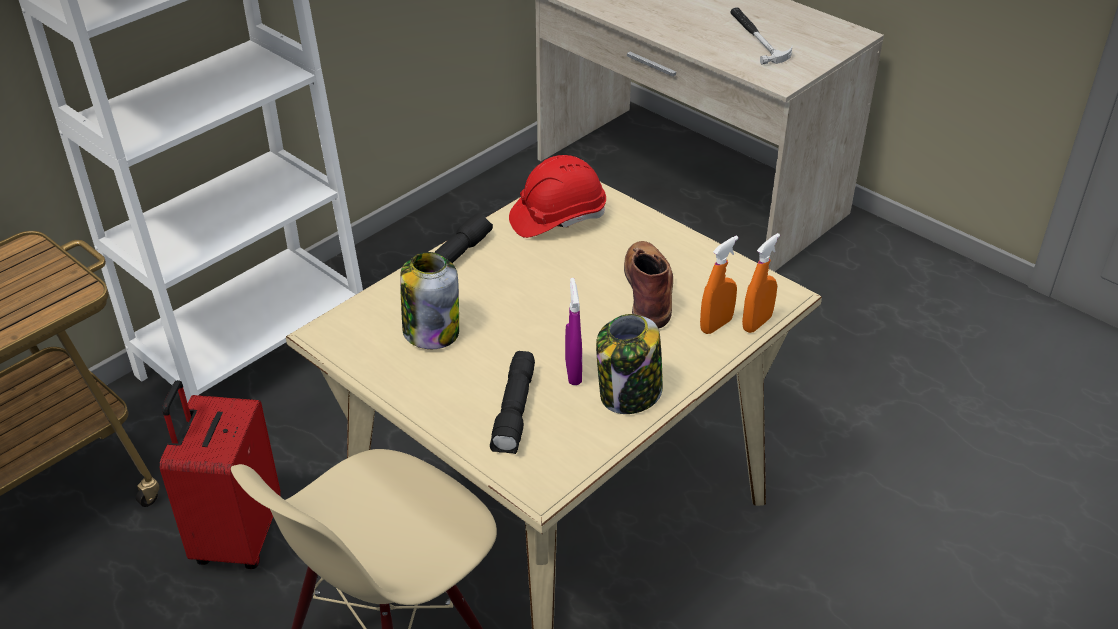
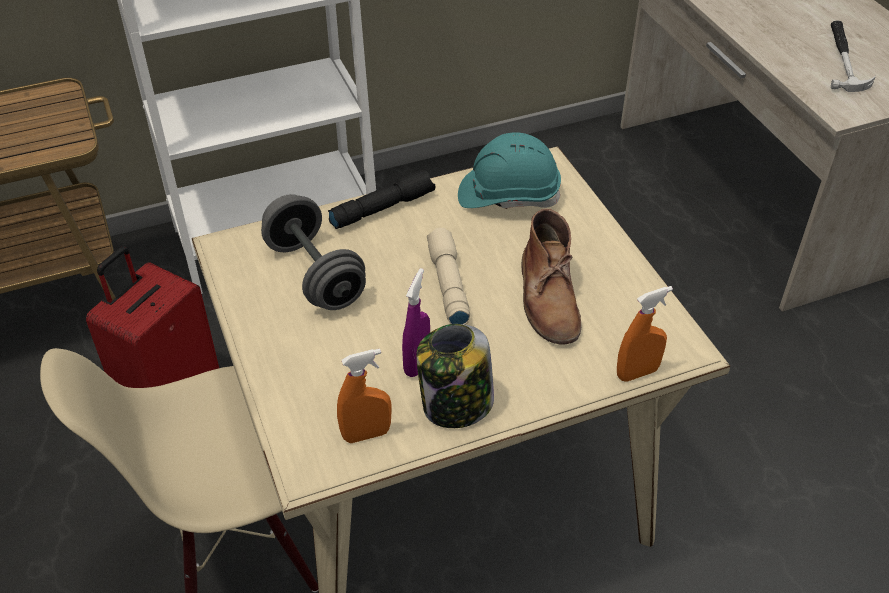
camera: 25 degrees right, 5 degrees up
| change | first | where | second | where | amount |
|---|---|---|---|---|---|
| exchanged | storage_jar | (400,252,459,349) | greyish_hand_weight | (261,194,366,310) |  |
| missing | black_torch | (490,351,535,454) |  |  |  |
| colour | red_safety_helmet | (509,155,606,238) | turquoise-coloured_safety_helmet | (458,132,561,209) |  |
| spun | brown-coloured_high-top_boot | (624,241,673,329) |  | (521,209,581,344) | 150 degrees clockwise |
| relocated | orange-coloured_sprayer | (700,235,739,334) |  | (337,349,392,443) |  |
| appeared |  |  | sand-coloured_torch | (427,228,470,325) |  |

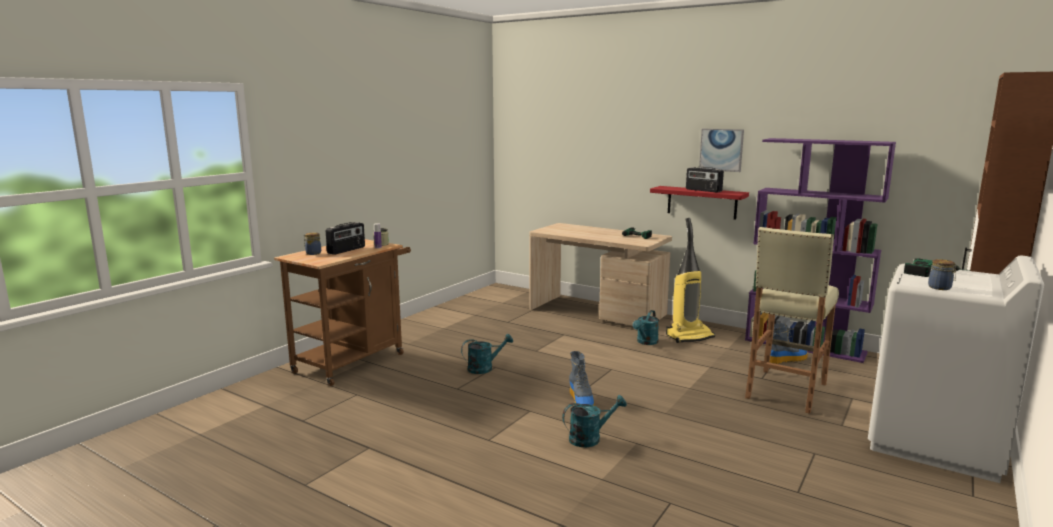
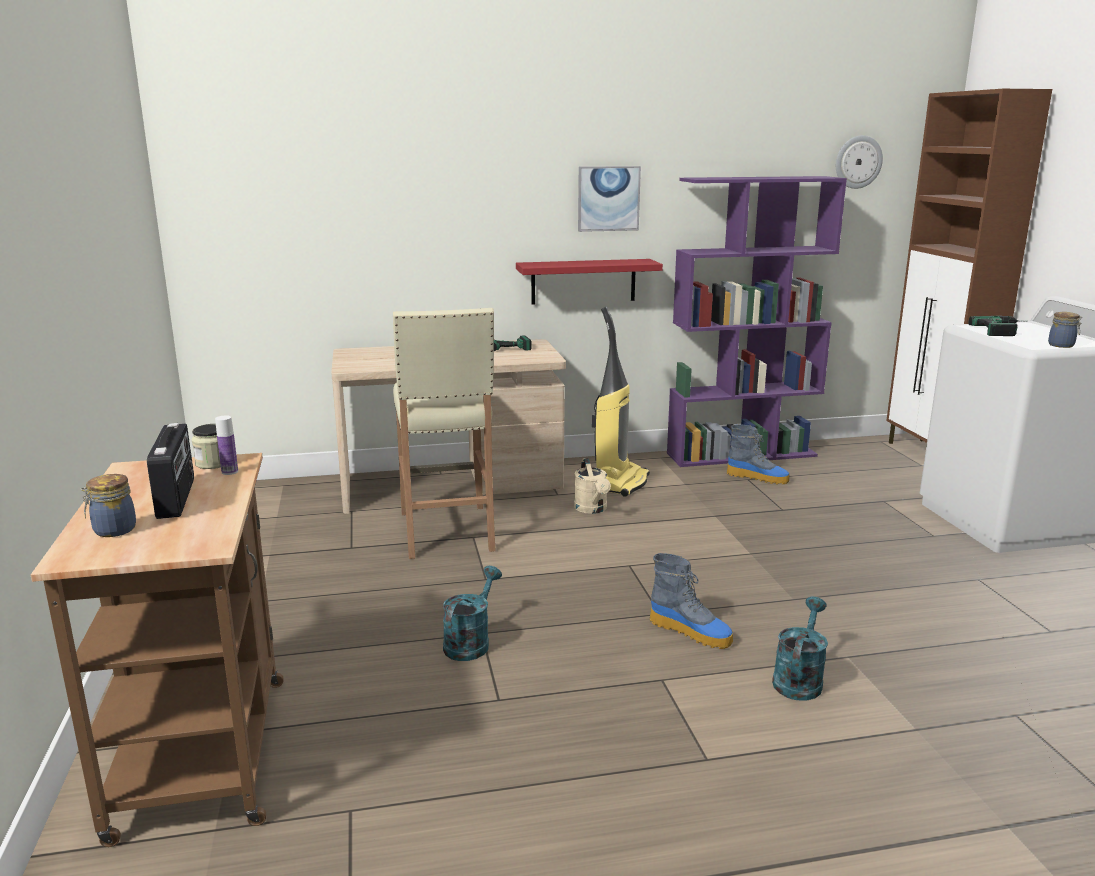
camera: 45 degrees left, 5 degrees up
| change | first | where | second | where | amount |
|---|---|---|---|---|---|
| colour | turquoise-coloured_watering_pot | (633,310,659,345) | sand-coloured_watering_pot | (574,458,611,514) |  |
| missing | radio | (686,167,724,193) |  |  |  |
| relocated | sand-coloured_stool_seat | (745,227,839,414) |  | (393,308,496,559) |  |
| spun | high-top_boot | (770,323,808,364) |  | (727,425,790,484) | 90 degrees clockwise |
| appeared |  |  | clock_on_the_wall | (836,135,883,189) |  |

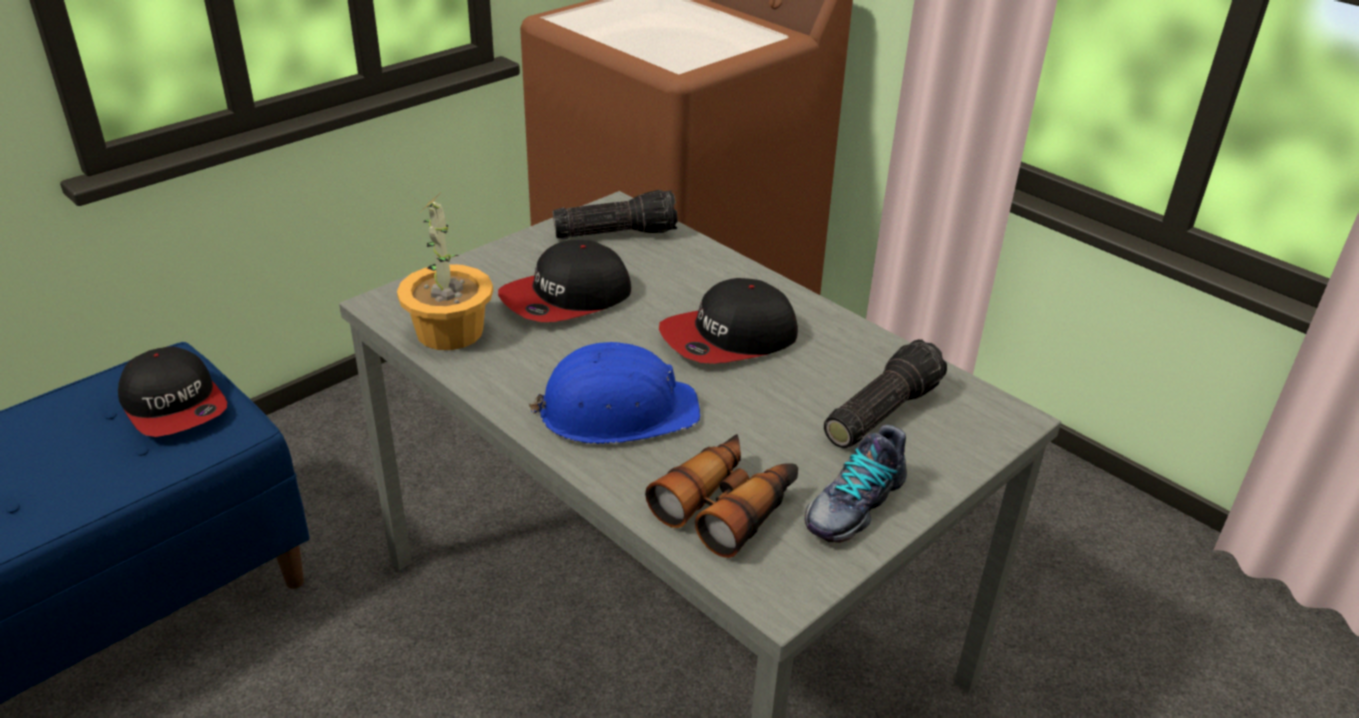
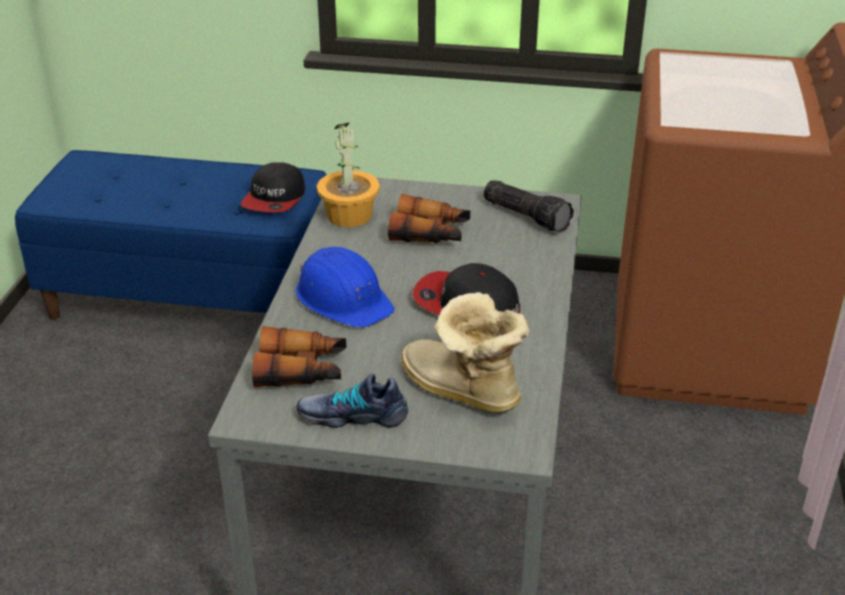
camera: 55 degrees right, 0 degrees up
| change | first | where | second | where | amount |
|---|---|---|---|---|---|
| exchanged | peaked_cap | (498,240,631,322) | binoculars | (388,194,470,243) |  |
| exchanged | torch | (824,339,947,448) | high-top_boot | (401,292,530,414) |  |

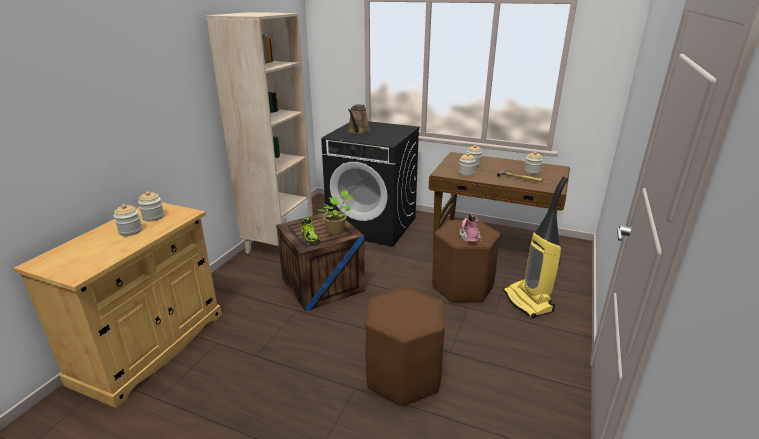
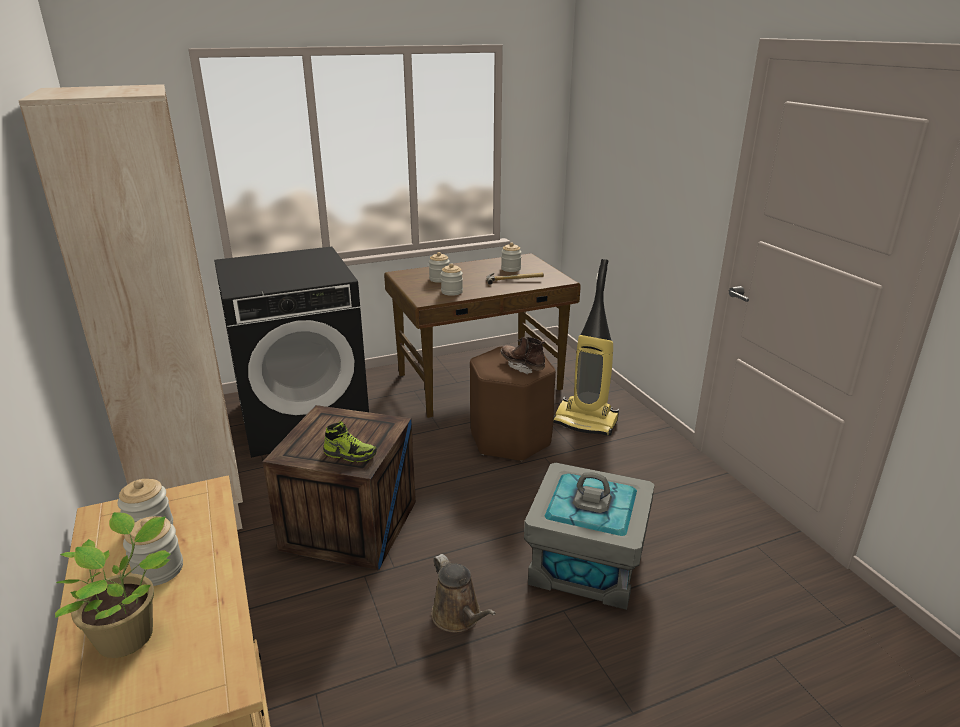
camera: 45 degrees left, 0 degrees up
| change | first | where | second | where | amount |
|---|---|---|---|---|---|
| relocated | potted_plant | (320,190,354,235) |  | (55,512,171,658) |  |
| relocated | brown-coloured_watering_pot | (348,104,370,134) |  | (431,554,496,633) |  |
| exchanged | brown-coloured_stool_seat | (365,287,445,406) | greyish_storage_box | (524,463,655,610) |  |
| colour | pink-coloured_high-top_boot | (460,213,482,242) | brown-coloured_high-top_boot | (500,336,545,374) |  |

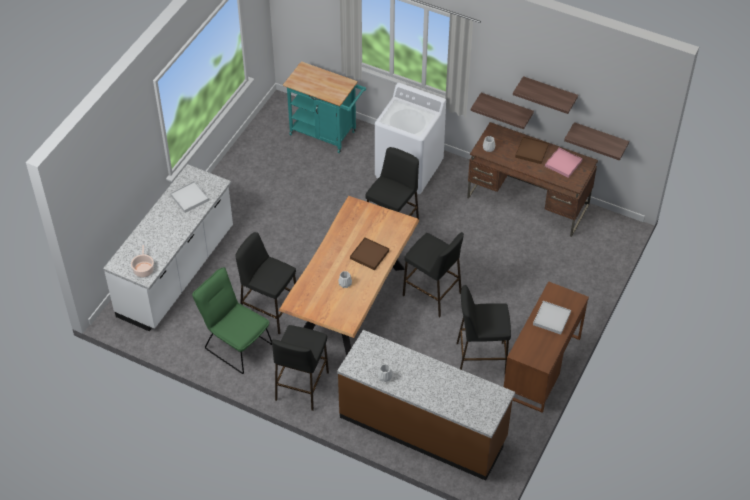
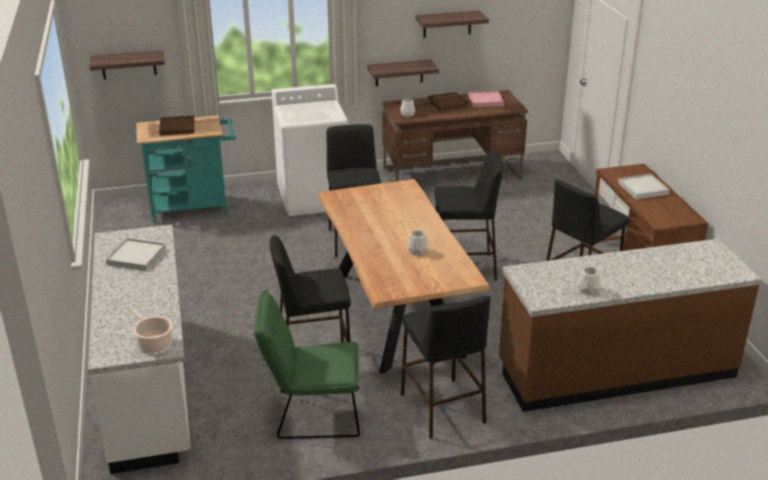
camera: 40 degrees left, 20 degrees down
| change | first | where | second | where | amount |
|---|---|---|---|---|---|
| relocated | brown-coloured_carrying_tray | (350,238,389,270) |  | (159,116,194,136) |  |
| relocated | bracket_shelf | (564,122,629,161) |  | (89,50,165,79) |  |

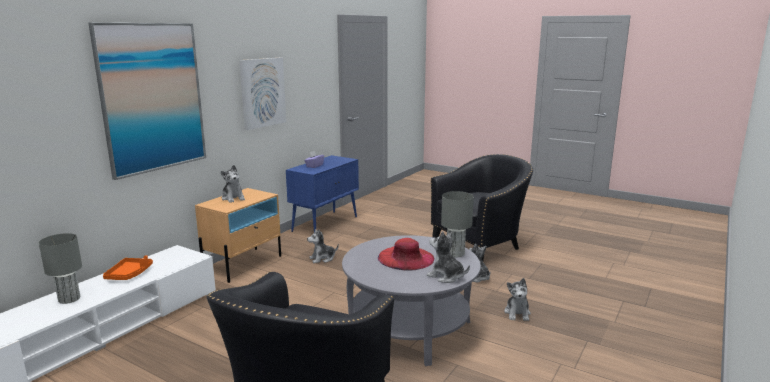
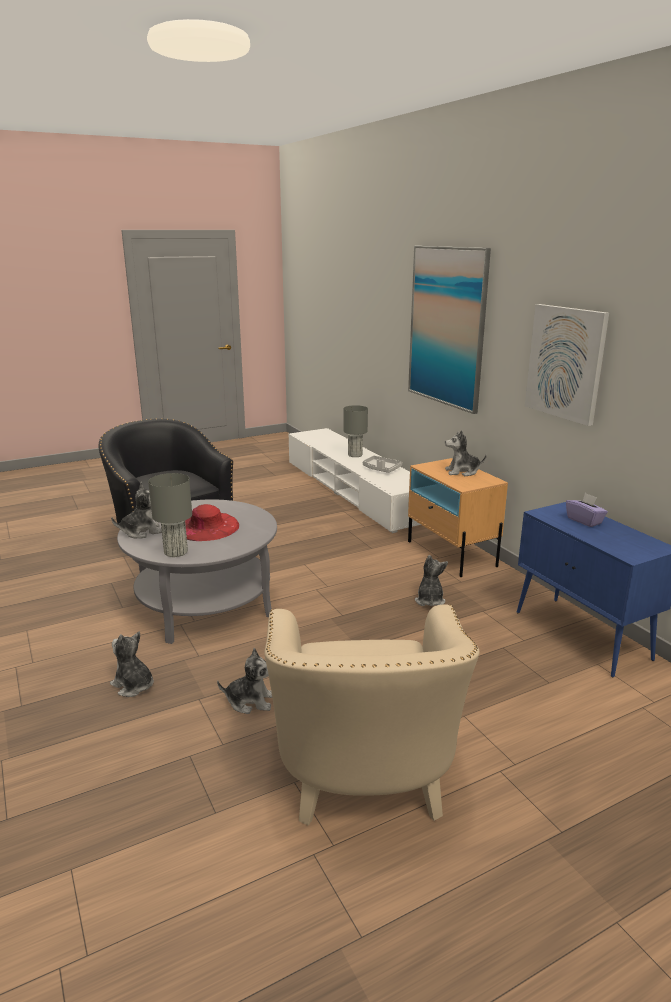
camera: 120 degrees right, 5 degrees up
| change | first | where | second | where | amount |
|---|---|---|---|---|---|
| colour | orange-coloured_carrying_tray | (103,255,153,280) | greyish_carrying_tray | (363,456,402,473) |  |
| colour | black_lounge_chair | (431,154,533,261) | sand-coloured_lounge_chair | (264,604,480,825) |  |

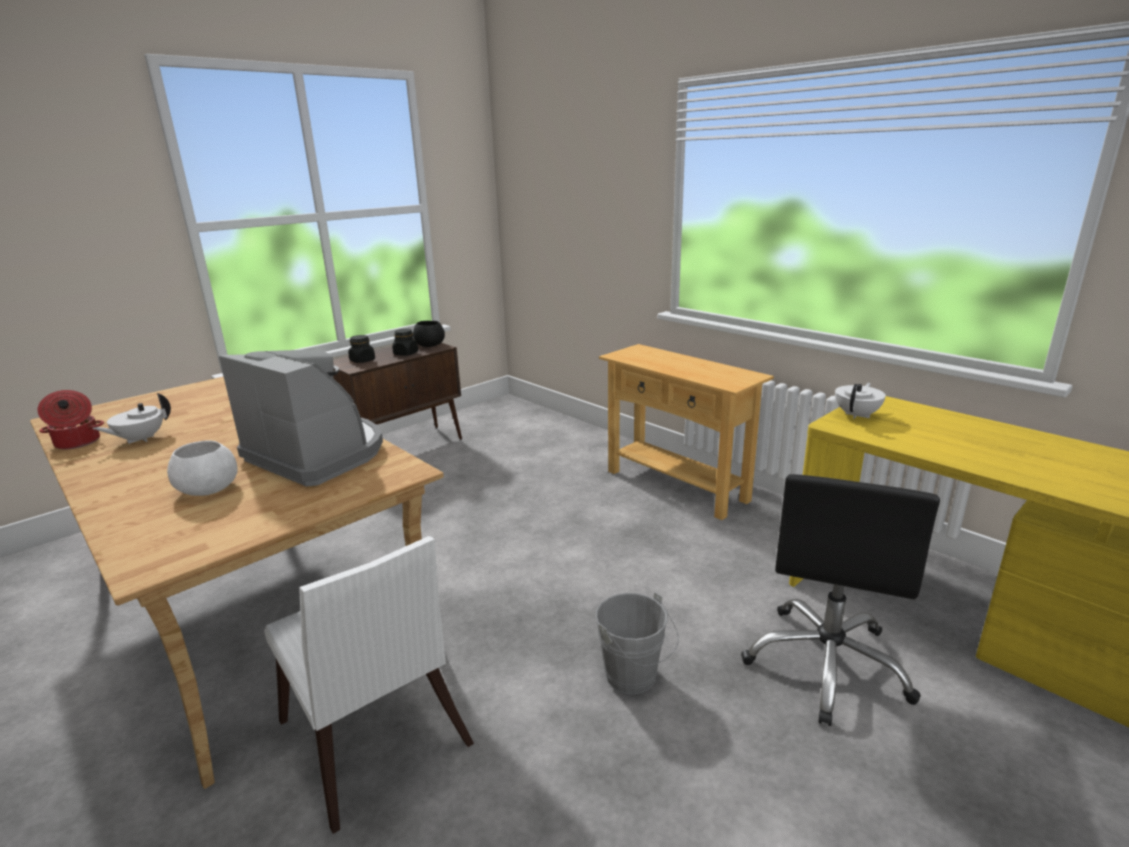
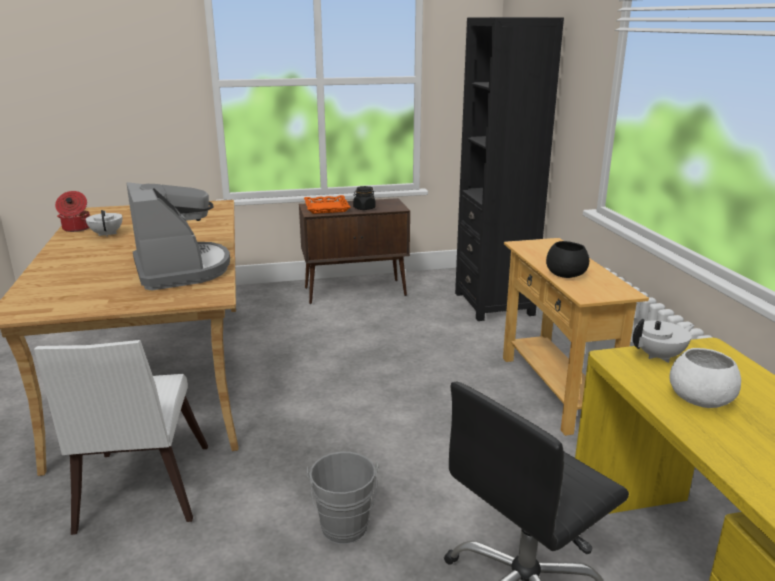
camera: 30 degrees right, 0 degrees up
| change | first | where | second | where | amount |
|---|---|---|---|---|---|
| spun | white-coloured_tea_pot | (92,393,171,444) |  | (86,210,122,236) | 90 degrees clockwise |
| relocated | white-coloured_bowl | (167,440,238,496) |  | (670,348,741,408) |  |
| exchanged | black_storage_jar | (348,335,375,363) | orange-coloured_carrying_tray | (304,195,350,214) |  |
| relocated | black_bowl | (413,321,445,347) |  | (546,241,589,278) |  |
| appeared |  |  | black_bookshelf | (455,17,564,321) |  |

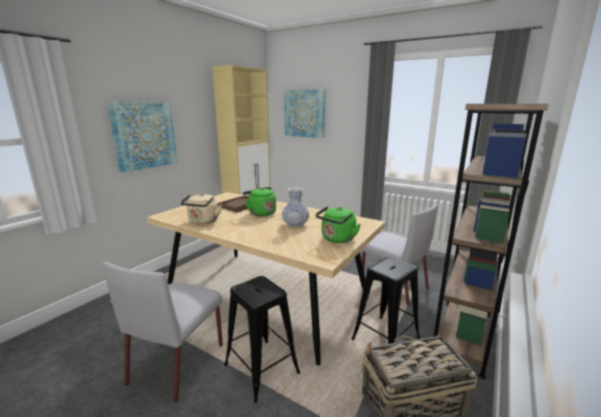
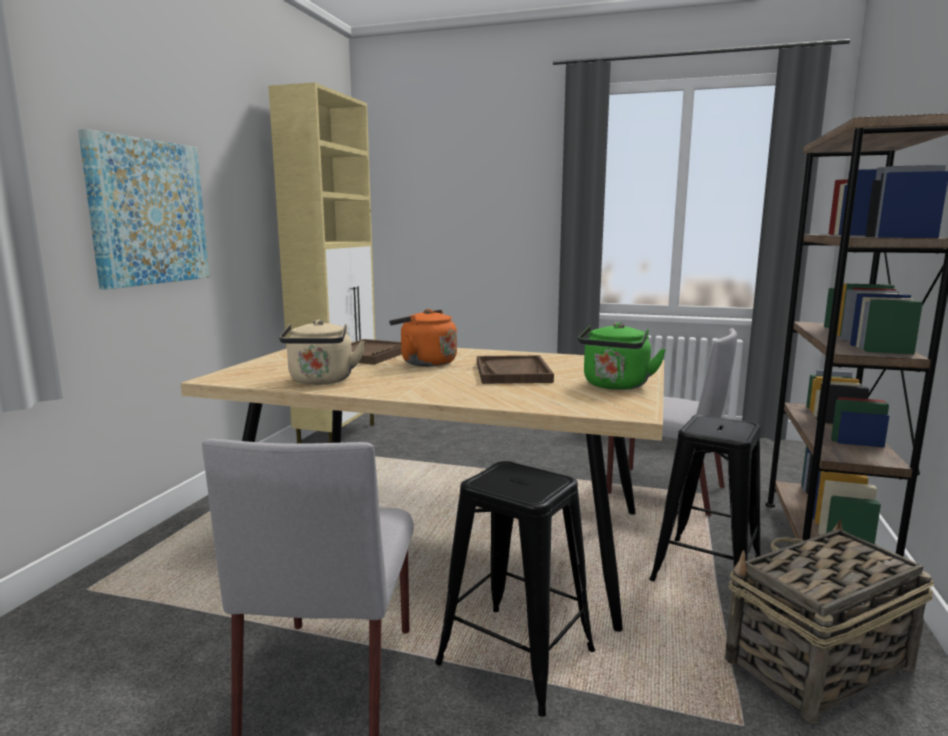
camera: 15 degrees left, 5 degrees down
| change | first | where | second | where | amount |
|---|---|---|---|---|---|
| colour | green_water_kettle | (243,187,276,216) | orange-coloured_water_kettle | (389,309,457,367) |  |
| exchanged | flower_vase | (282,187,309,227) | brown-coloured_carrying_tray | (477,355,554,384) |  |
| missing | wall_picture | (284,89,325,138) |  |  |  |

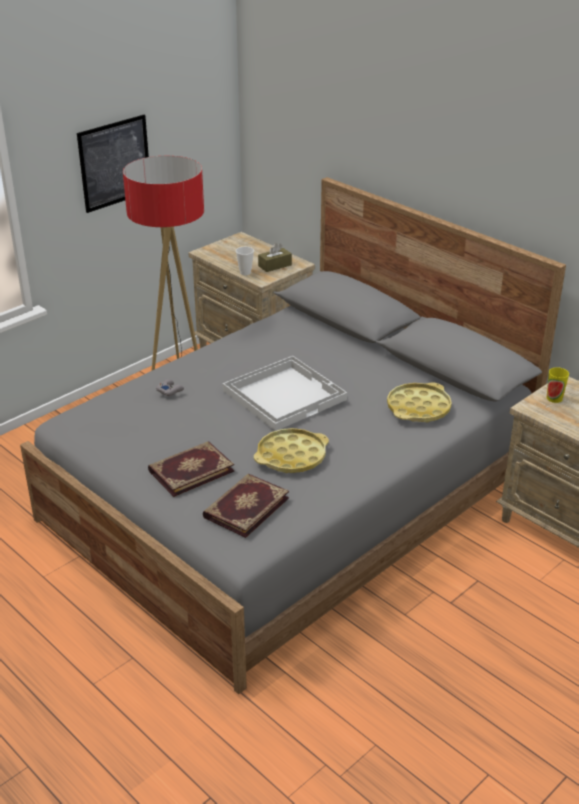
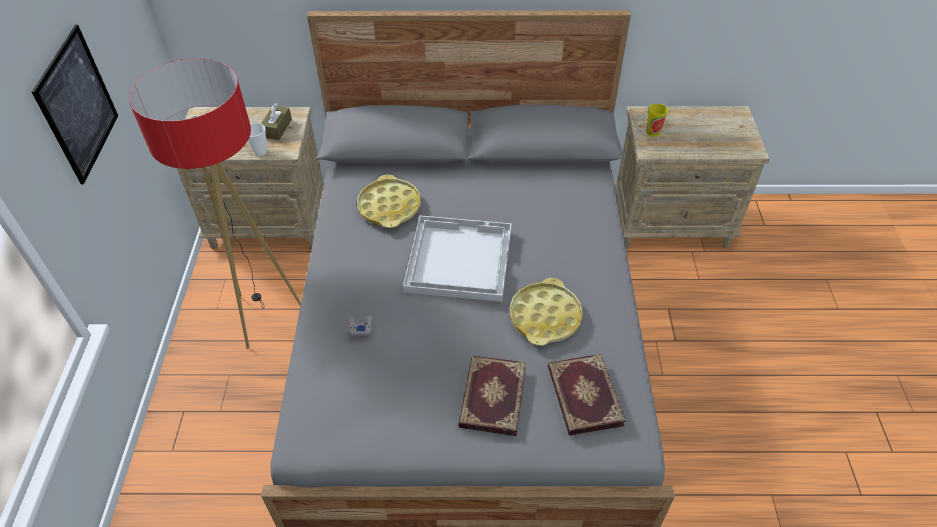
camera: 45 degrees left, 15 degrees up
| change | first | where | second | where | amount |
|---|---|---|---|---|---|
| relocated | yellow_carrying_tray | (387,382,452,423) |  | (357,175,421,228) |  |

